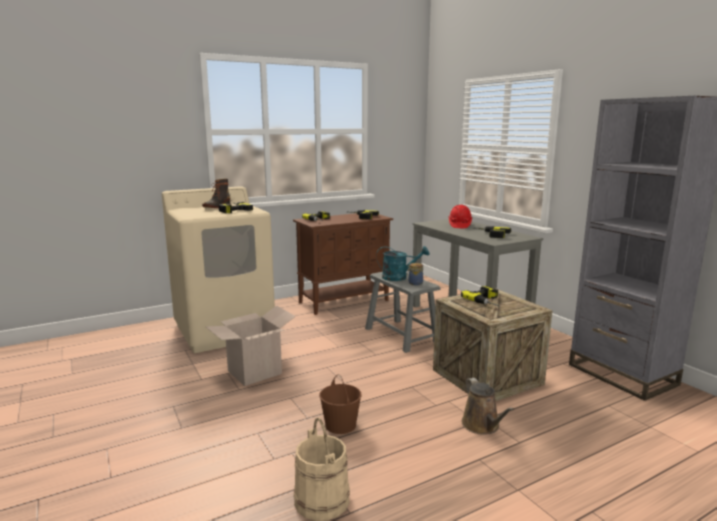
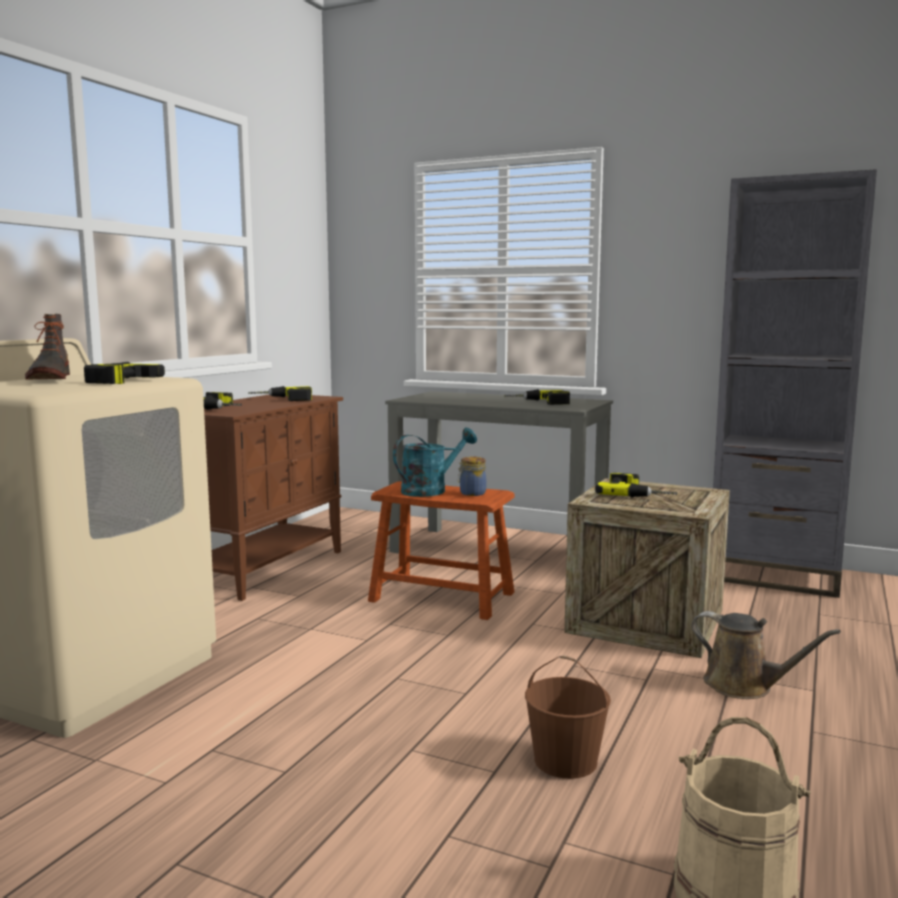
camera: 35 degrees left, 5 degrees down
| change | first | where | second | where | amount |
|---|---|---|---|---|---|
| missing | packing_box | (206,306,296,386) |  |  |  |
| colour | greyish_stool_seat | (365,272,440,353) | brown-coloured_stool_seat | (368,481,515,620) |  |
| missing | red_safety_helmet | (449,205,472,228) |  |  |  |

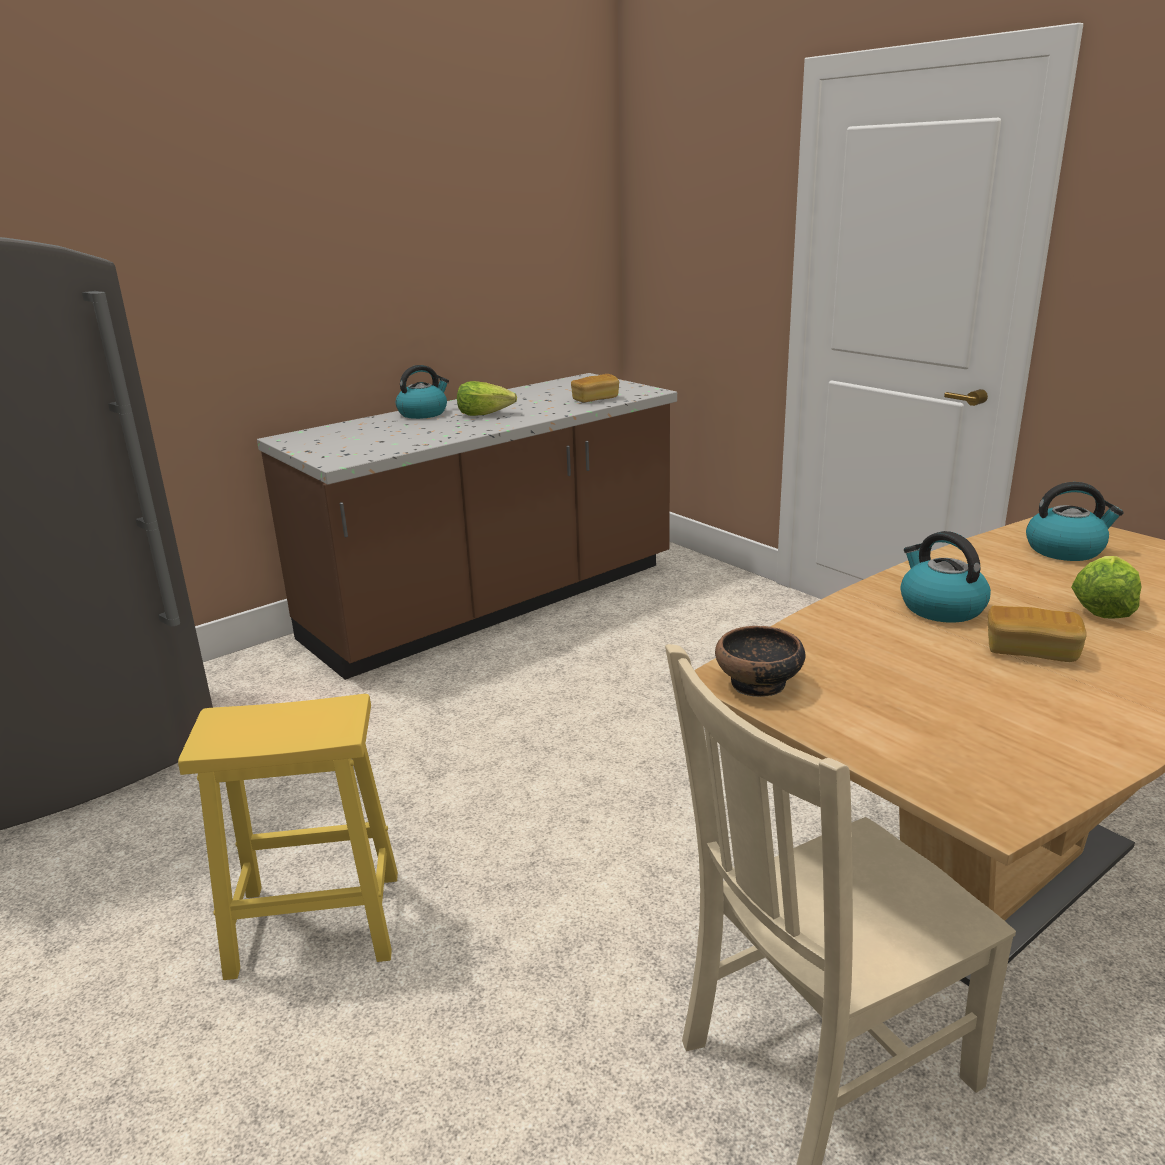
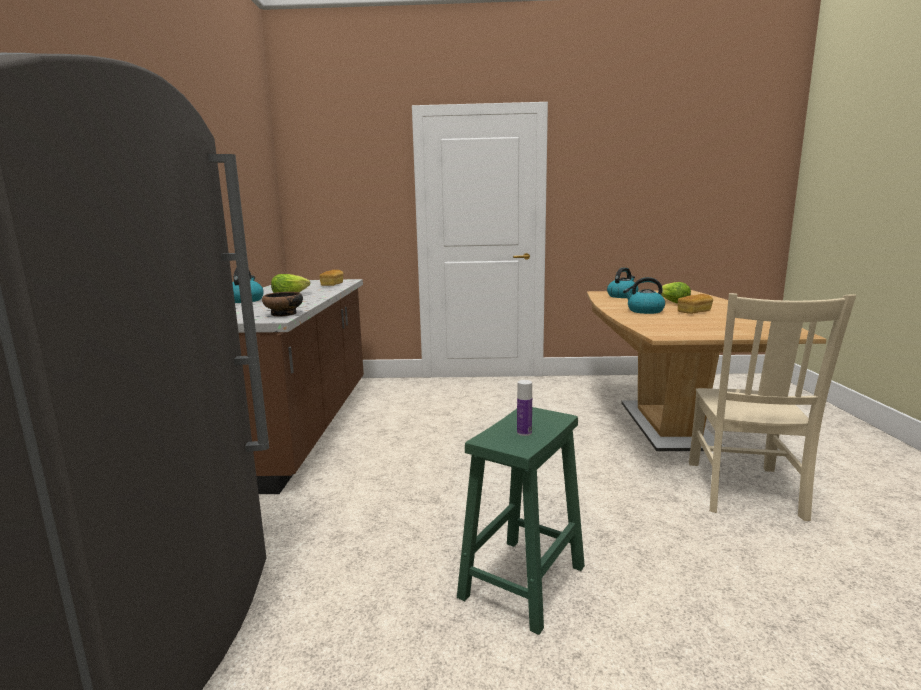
camera: 50 degrees left, 10 degrees down
| change | first | where | second | where | amount |
|---|---|---|---|---|---|
| colour | yellow_stool_seat | (178,694,398,980) | green_stool_seat | (457,407,585,635) |  |
| relocated | bowl | (715,626,805,697) |  | (262,292,303,317) |  |
| appeared |  |  | beverage_bottle | (517,380,532,436) |  |

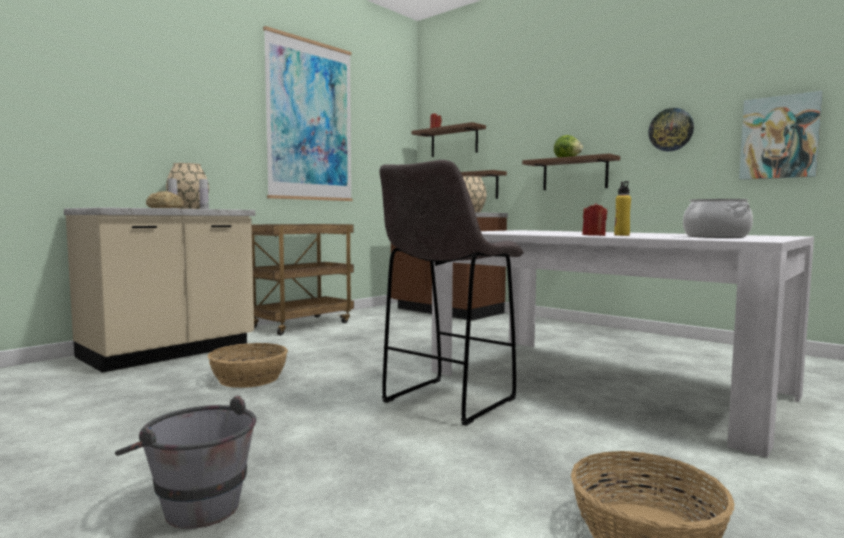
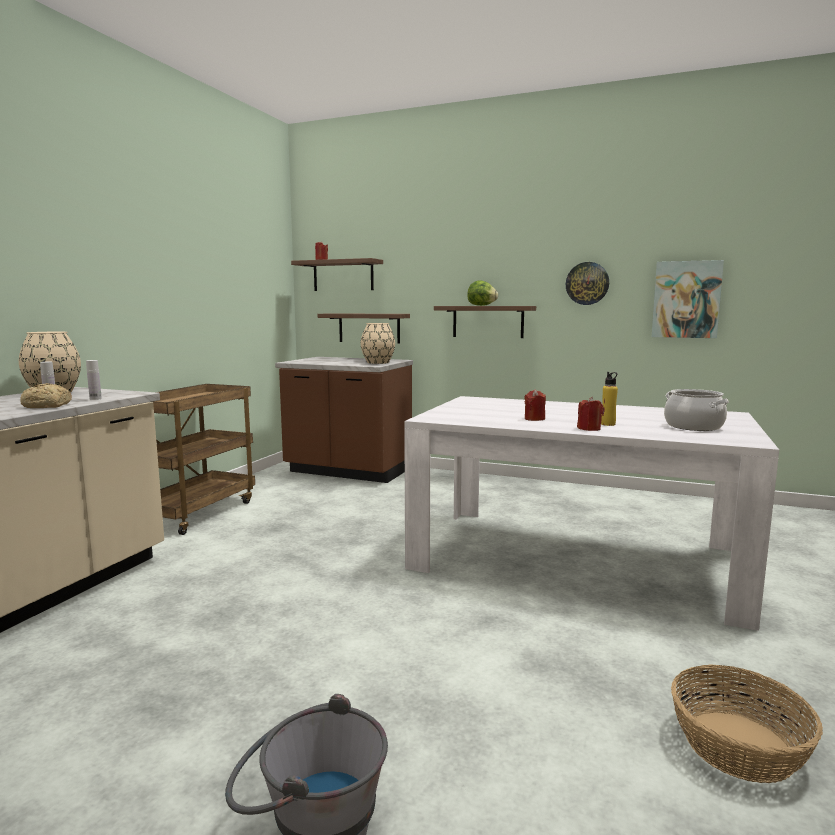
camera: 20 degrees left, 5 degrees up
| change | first | where | second | where | amount |
|---|---|---|---|---|---|
| missing | household_basket | (208,343,288,388) |  |  |  |
| missing | wall_picture | (263,26,353,201) |  |  |  |
| missing | greyish_stool_seat | (380,160,524,426) |  |  |  |
| appeared |  |  | red_candle | (524,389,546,421) |  |

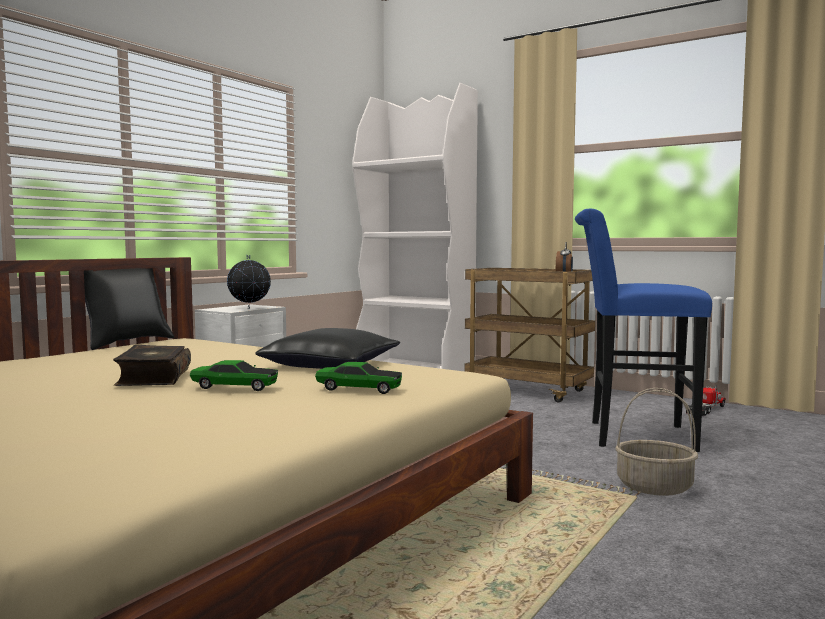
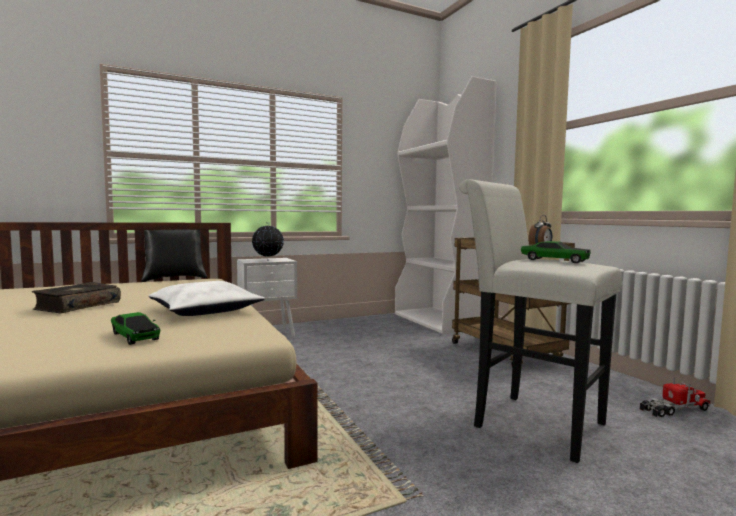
camera: 30 degrees right, 0 degrees up
| change | first | where | second | where | amount |
|---|---|---|---|---|---|
| relocated | miniature_car | (190,360,278,391) |  | (521,241,591,263) |  |
| colour | black_throw_pillow | (256,328,400,369) | white-coloured_throw_pillow | (149,281,265,316) |  |
| colour | blue_stool_seat | (575,209,712,452) | white-coloured_stool_seat | (459,179,622,463) |  |
| missing | household_basket | (615,388,698,496) |  |  |  |

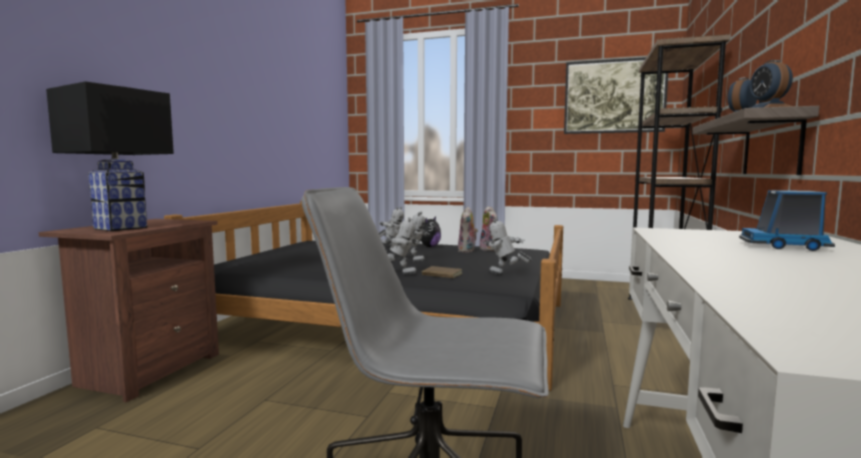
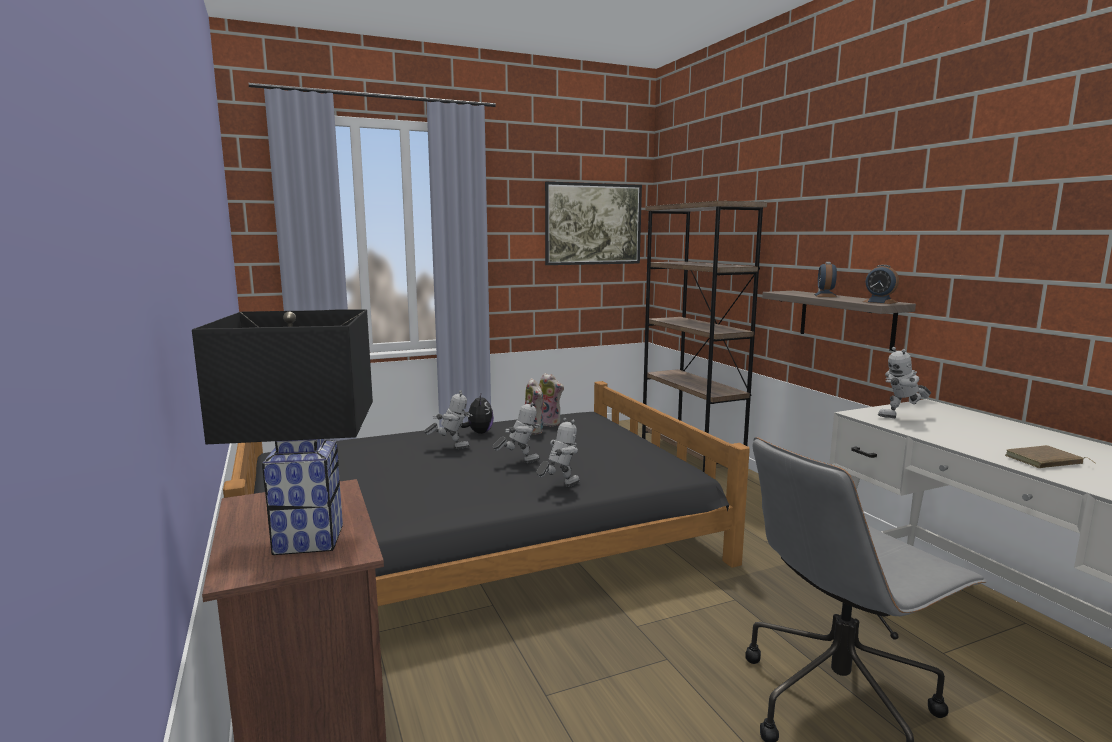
camera: 40 degrees left, 5 degrees up
| change | first | where | second | where | amount |
|---|---|---|---|---|---|
| relocated | brown-coloured_bound_book | (422,266,463,278) |  | (1005,445,1096,468) |  |
| relocated | toy_robot | (484,218,532,275) |  | (878,347,931,418) |  |
| missing | toy_truck | (739,190,835,251) |  |  |  |

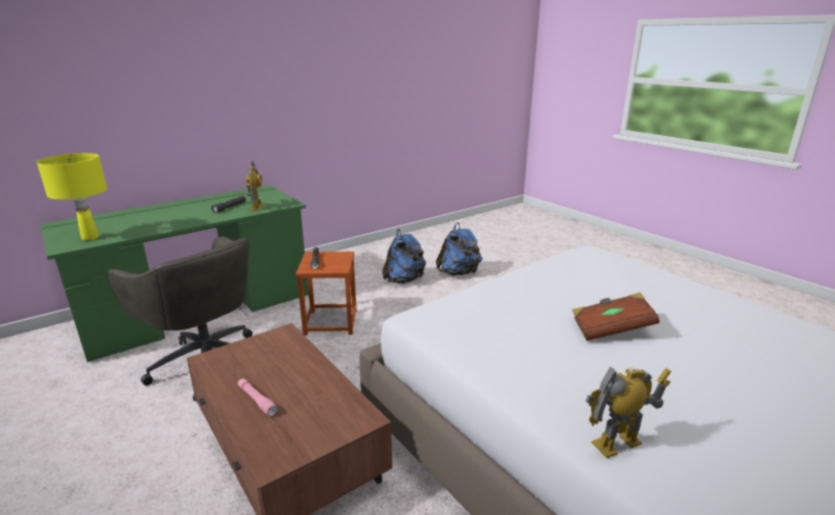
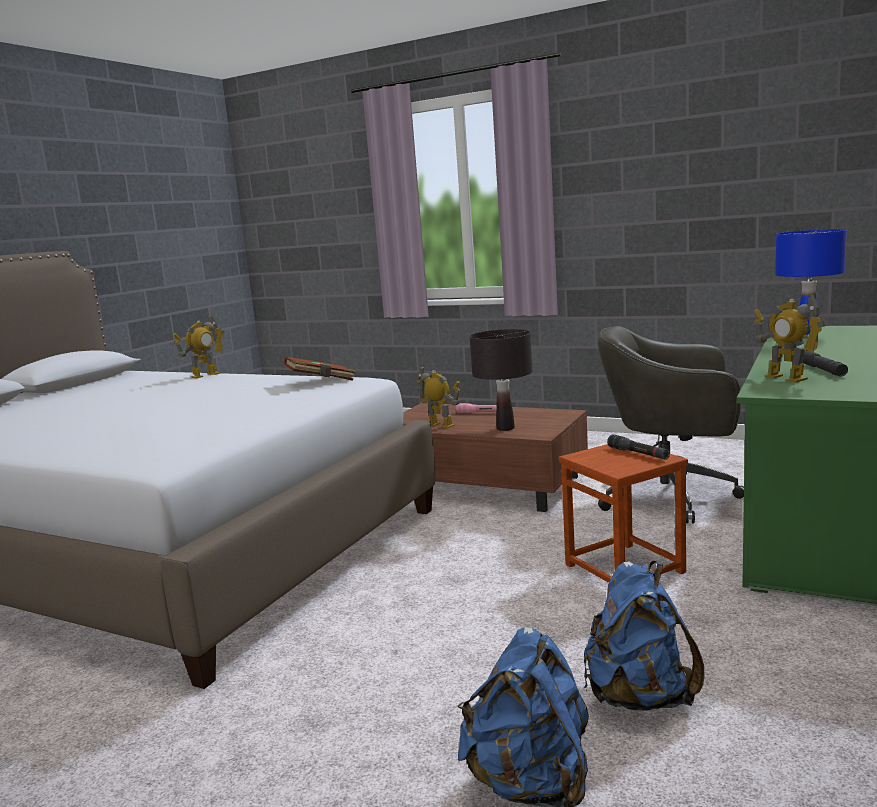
camera: 155 degrees right, 10 degrees down
| change | first | where | second | where | amount |
|---|---|---|---|---|---|
| colour | yellow_table_lamp | (37,153,107,240) | blue_table_lamp | (775,229,847,334) |  |
| relocated | brown-coloured_bound_book | (572,292,660,341) |  | (284,357,355,381) |  |
| appeared |  |  | toy_robot | (416,366,460,428) |  |
| appeared |  |  | black_table_lamp | (470,329,533,431) |  |

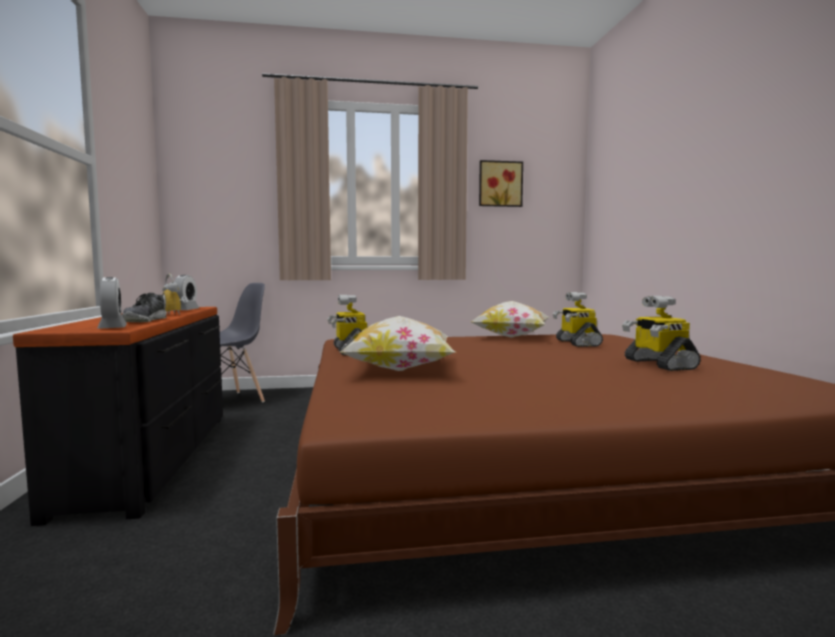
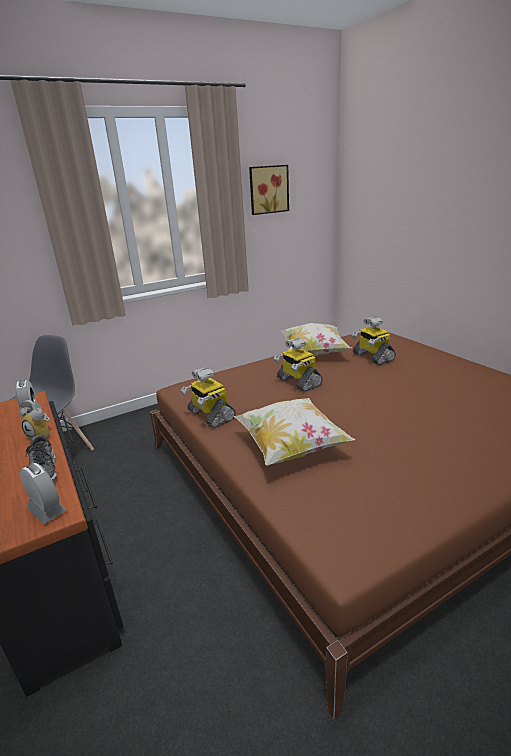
camera: 20 degrees left, 20 degrees up
| change | first | where | second | where | amount |
|---|---|---|---|---|---|
| relocated | toy_robot | (622,296,701,371) |  | (274,338,323,392) |  |

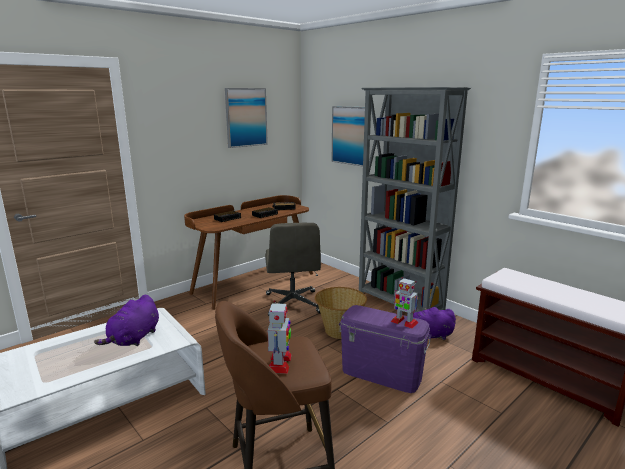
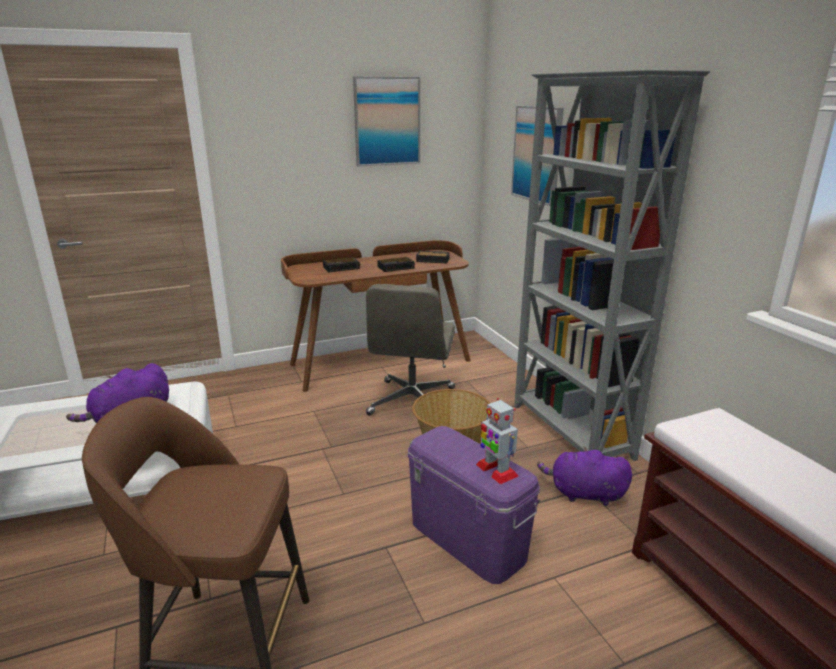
camera: 20 degrees right, 5 degrees up
| change | first | where | second | where | amount |
|---|---|---|---|---|---|
| missing | toy_robot | (268,300,292,374) |  |  |  |

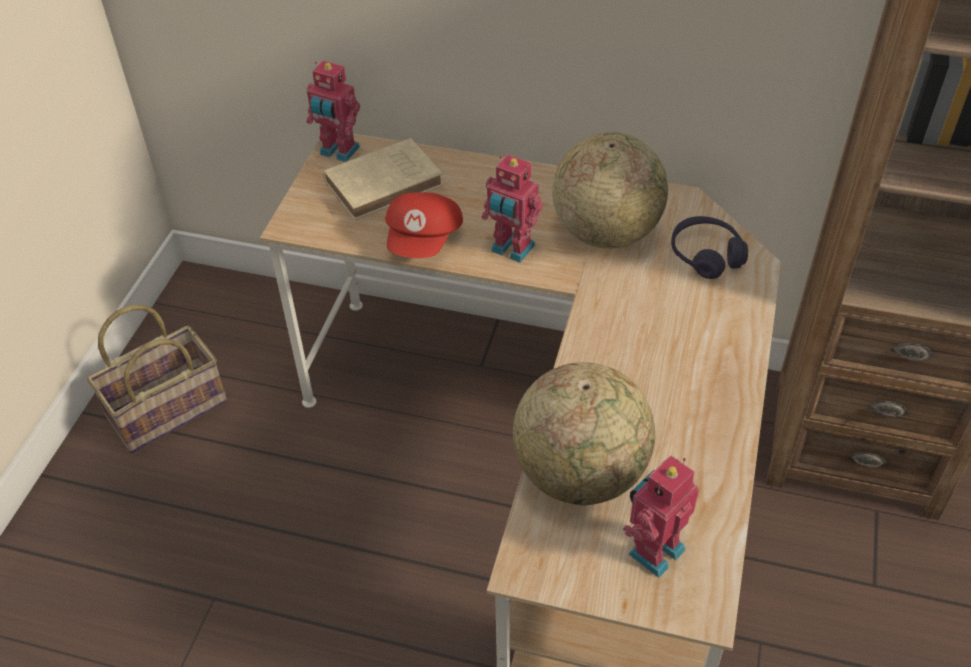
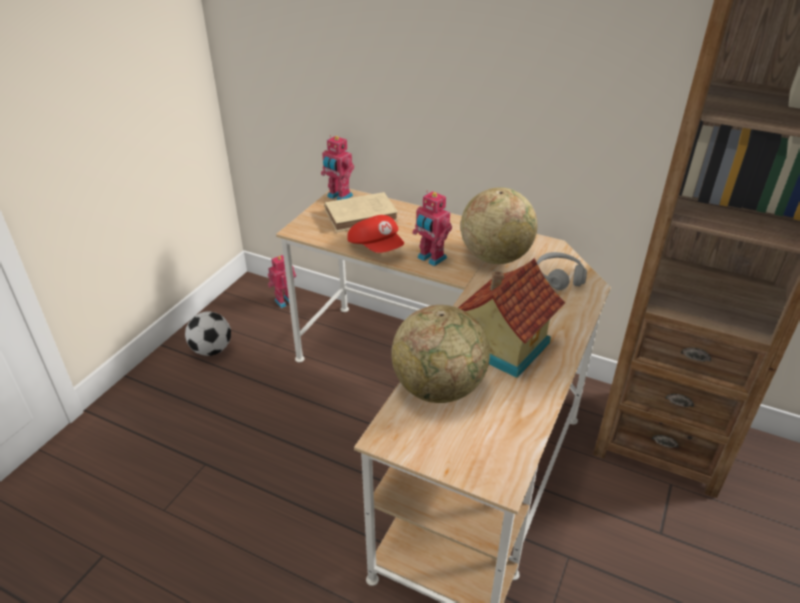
camera: 10 degrees right, 10 degrees down
| change | first | where | second | where | amount |
|---|---|---|---|---|---|
| exchanged | household_basket | (87,305,227,453) | football_ball | (185,312,231,356) |  |
| spun | red_peaked_cap | (385,192,463,258) |  | (347,215,404,253) | 60 degrees counterclockwise |
| relocated | toy_robot | (623,455,699,578) |  | (268,255,296,308) |  |
| colour | purplish_headset | (671,216,748,279) | greyish_headset | (537,252,587,290) |  |
| appeared |  |  | miniature_house | (458,258,565,378) |  |

